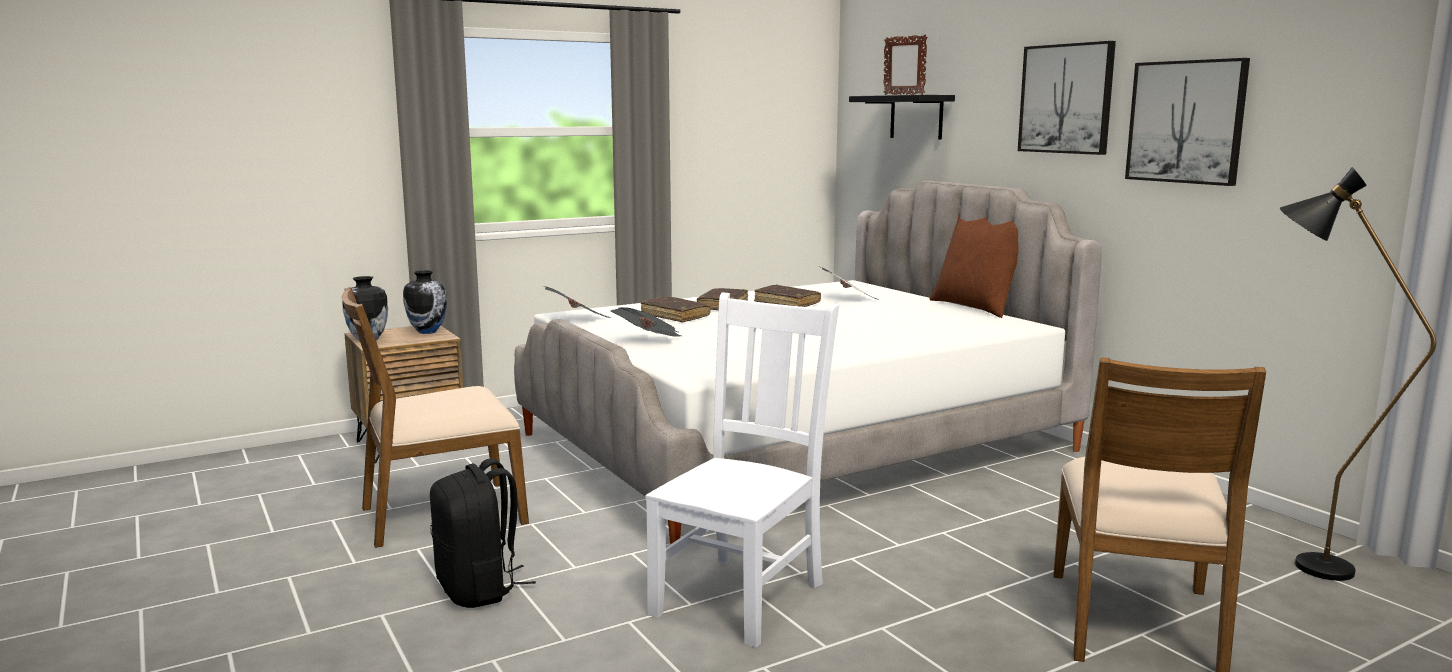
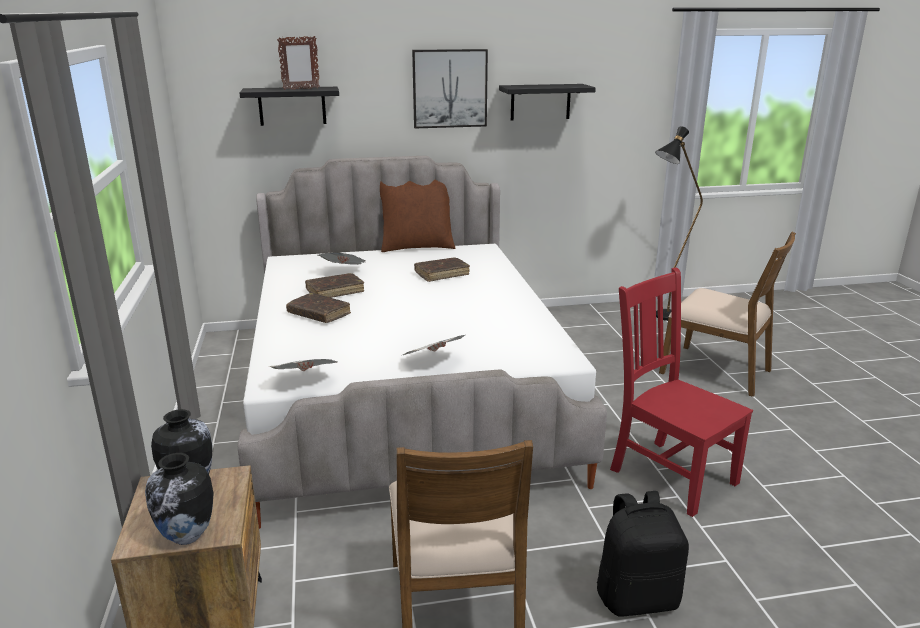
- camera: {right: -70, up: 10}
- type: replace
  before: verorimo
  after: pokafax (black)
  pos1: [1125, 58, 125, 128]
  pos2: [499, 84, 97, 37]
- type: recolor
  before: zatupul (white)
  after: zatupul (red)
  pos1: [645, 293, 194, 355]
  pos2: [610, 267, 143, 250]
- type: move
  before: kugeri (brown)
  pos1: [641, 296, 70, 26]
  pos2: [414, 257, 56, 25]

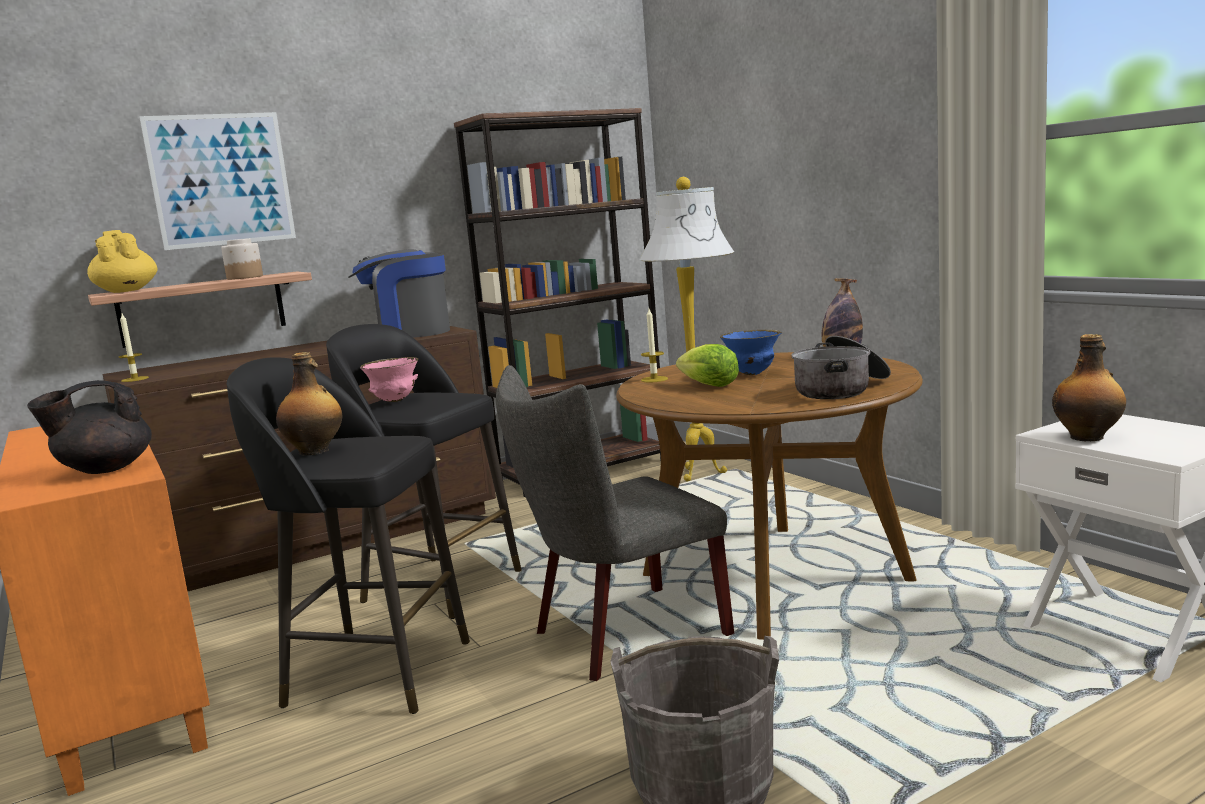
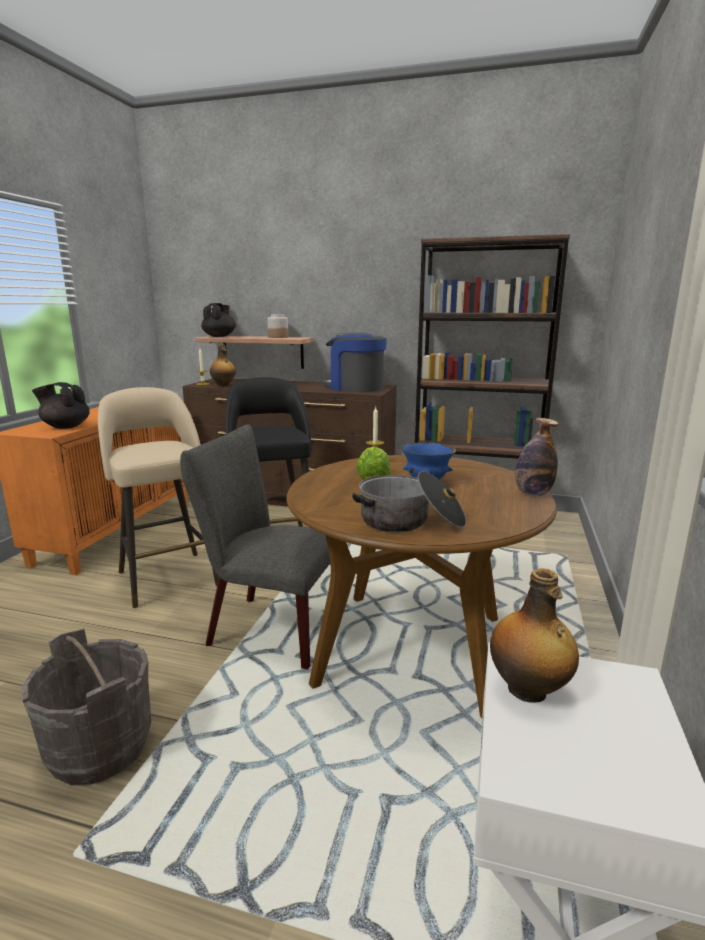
- camera: {right: 45, up: 5}
- type: delete
  before: verorimo
  pos1: [139, 112, 157, 138]
- type: delete
  before: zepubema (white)
  pos1: [640, 177, 94, 305]
- type: recolor
  before: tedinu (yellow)
  after: tedinu (black)
  pos1: [87, 230, 71, 63]
  pos2: [201, 303, 35, 34]
- type: move
  before: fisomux
  pos1: [276, 352, 66, 104]
  pos2: [210, 344, 26, 43]
- type: recolor
  before: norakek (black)
  after: norakek (beige)
  pos1: [227, 357, 243, 357]
  pos2: [98, 387, 121, 221]
- type: delete
  before: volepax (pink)
  pos1: [360, 357, 58, 45]

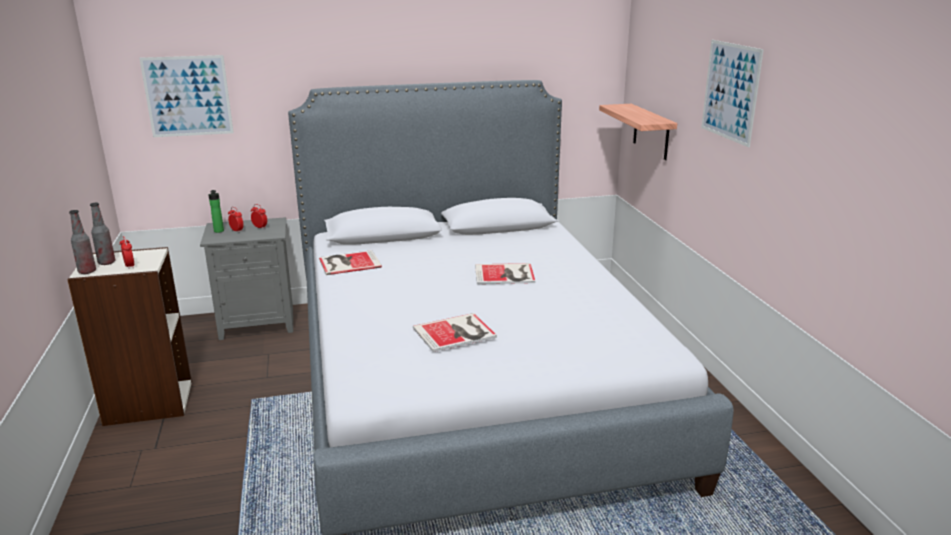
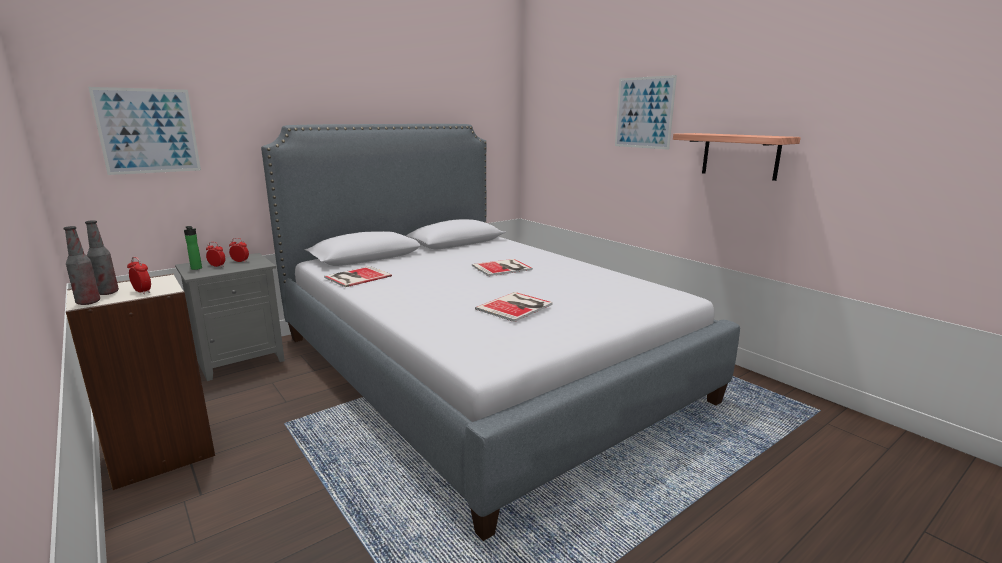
- camera: {right: -25, up: -5}
- type: move
  before: pokafax
  pos1: [599, 104, 78, 56]
  pos2: [673, 133, 128, 48]

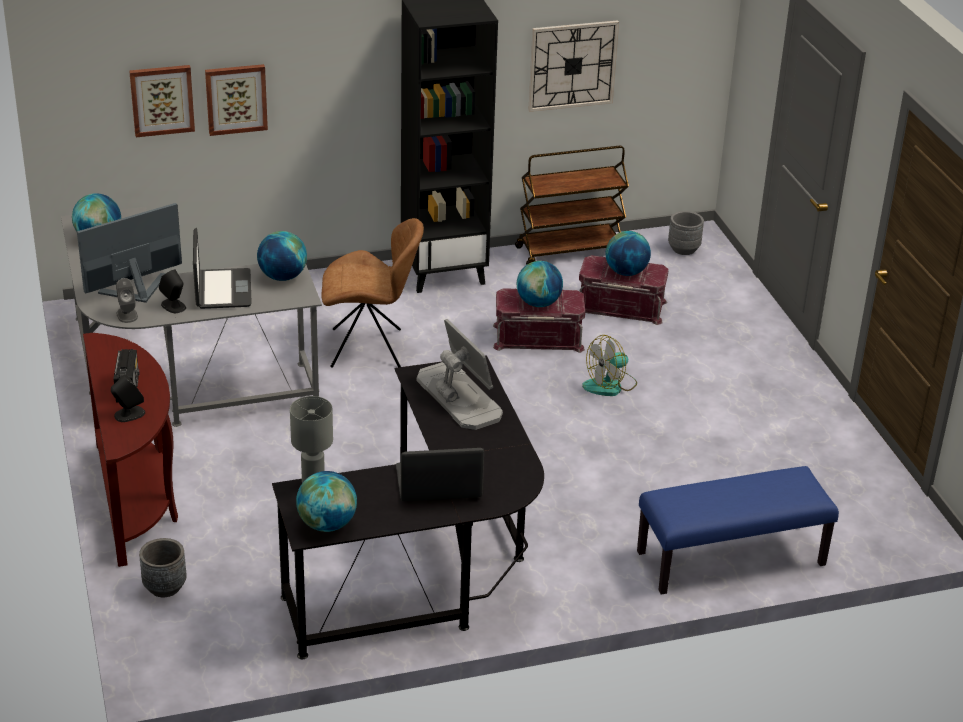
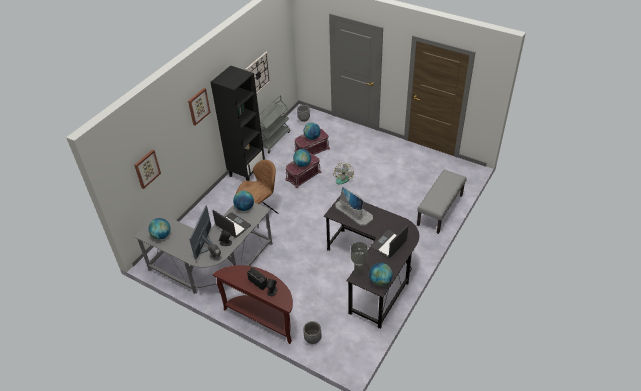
- camera: {right: -40, up: 10}
- type: move
  before: verorimo
  pos1: [205, 64, 63, 72]
  pos2: [188, 88, 23, 37]
- type: recolor
  before: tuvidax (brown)
  after: tuvidax (grey)
  pos1: [515, 145, 114, 120]
  pos2: [259, 95, 31, 58]
- type: rotate
  before: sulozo
  pos1: [416, 319, 87, 111]
  pos2: [336, 187, 37, 39]
  turn: -150
- type: recolor
  before: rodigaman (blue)
  after: rodigaman (grey)
  pos1: [637, 466, 202, 128]
  pos2: [417, 170, 50, 64]

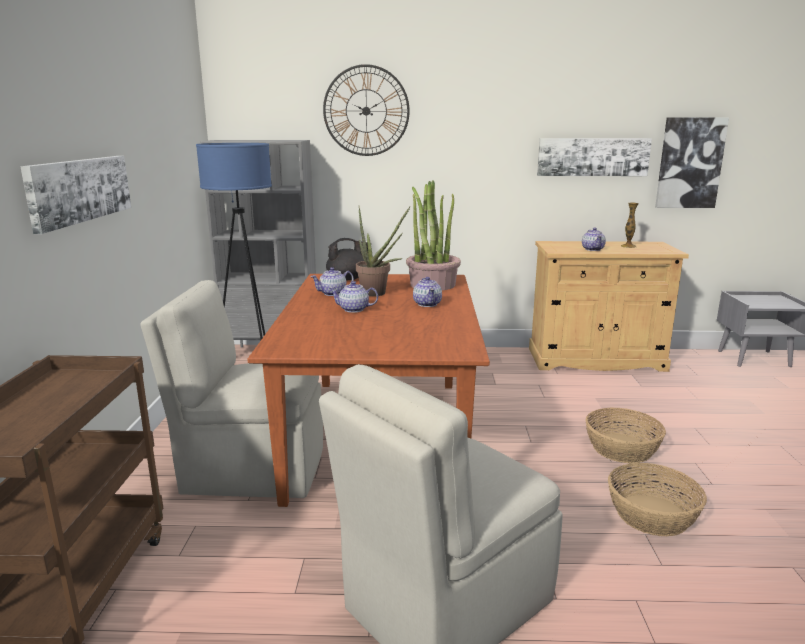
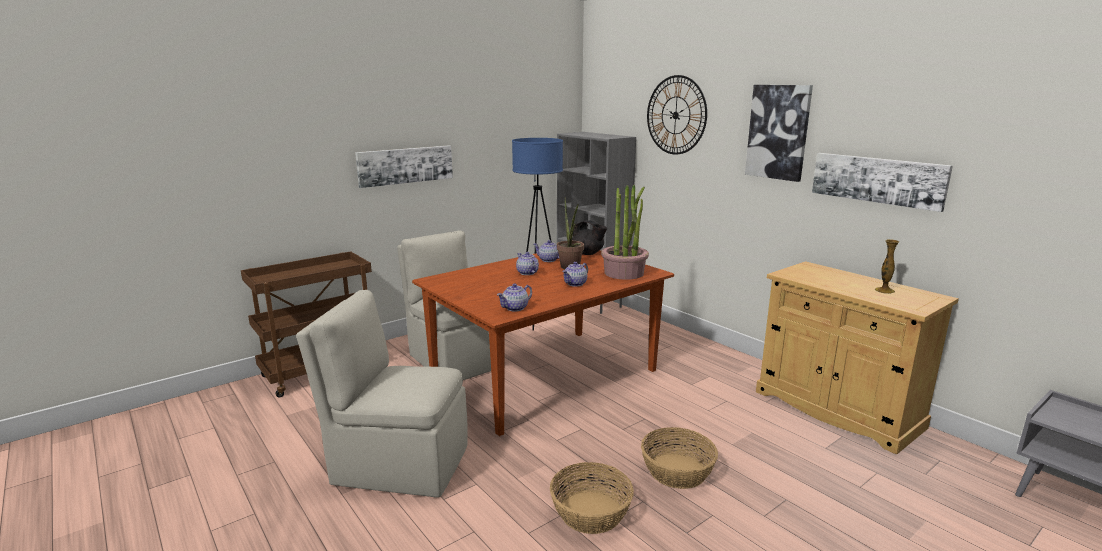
- camera: {right: 50, up: 0}
- type: move
  before: verorimo
  pos1: [655, 118, 74, 90]
  pos2: [745, 85, 68, 97]
- type: move
  before: tedinu
  pos1: [582, 228, 24, 23]
  pos2: [497, 284, 35, 28]

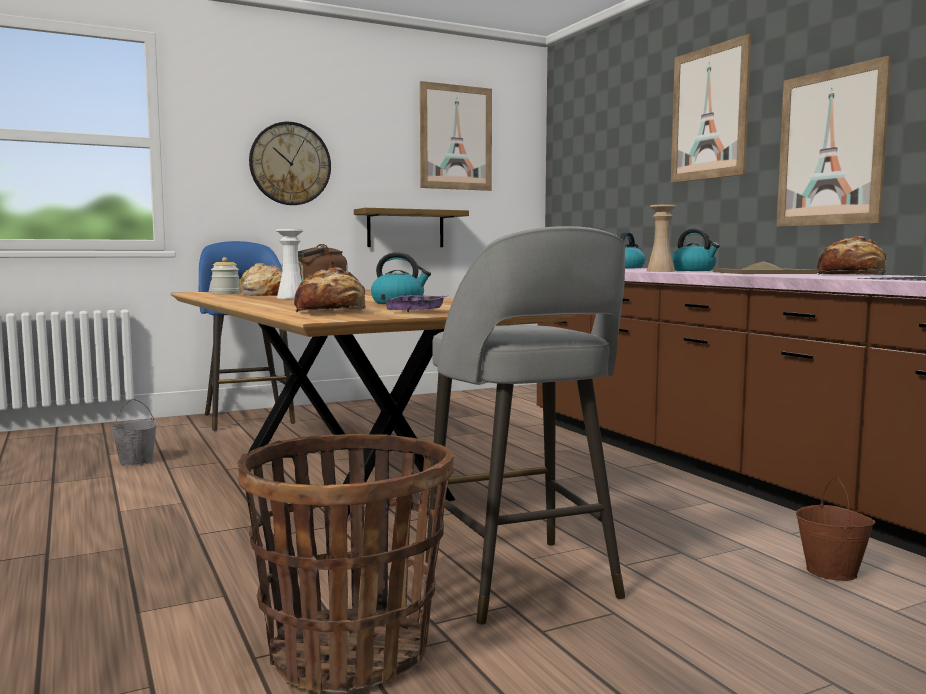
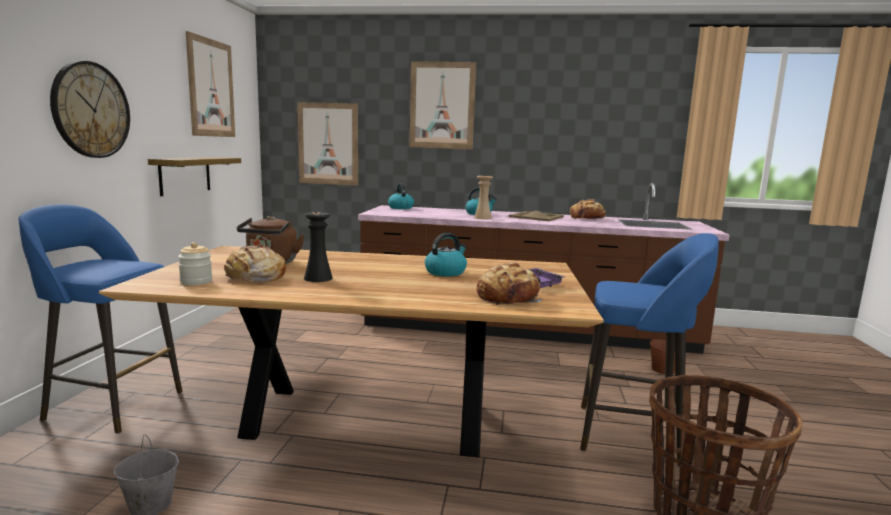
- camera: {right: -55, up: 5}
- type: move
  before: verorimo
  pos1: [777, 56, 115, 171]
  pos2: [297, 102, 61, 84]
- type: recolor
  before: norakek (grey)
  after: norakek (blue)
  pos1: [425, 226, 200, 399]
  pos2: [580, 233, 139, 233]
- type: recolor
  before: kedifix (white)
  after: kedifix (black)
  pos1: [276, 229, 27, 70]
  pos2: [304, 212, 29, 70]

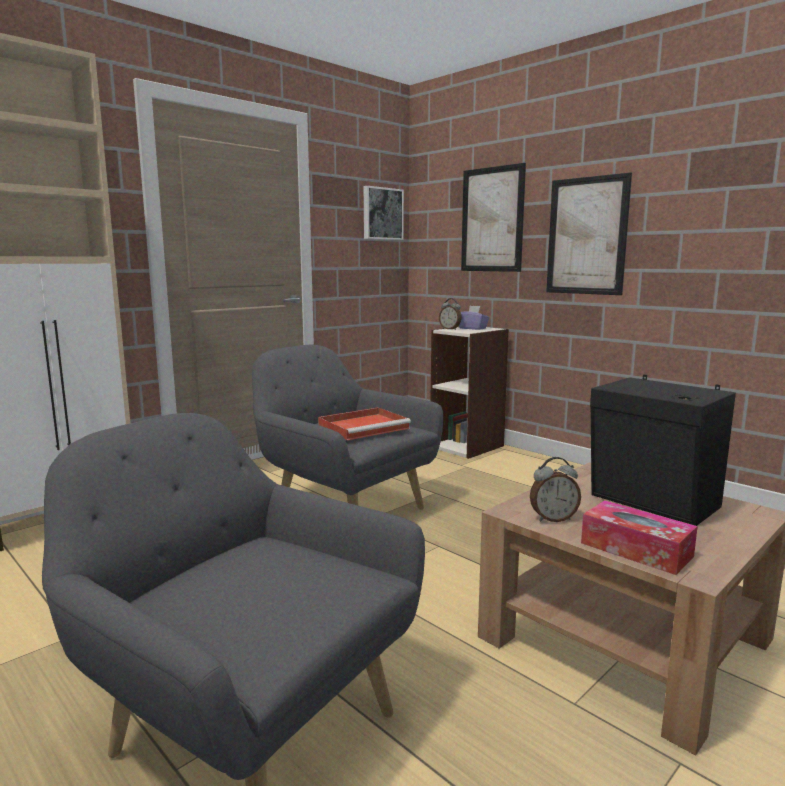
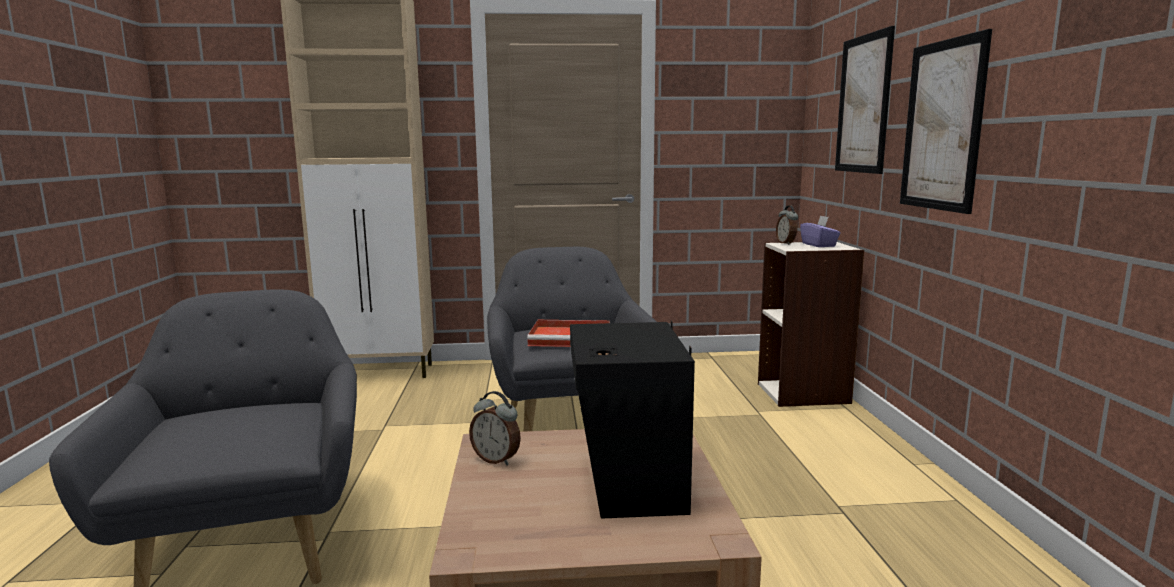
- camera: {right: 40, up: 0}
- type: delete
  before: verorimo
  pos1: [364, 186, 40, 54]
- type: delete
  before: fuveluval
  pos1: [581, 500, 117, 75]

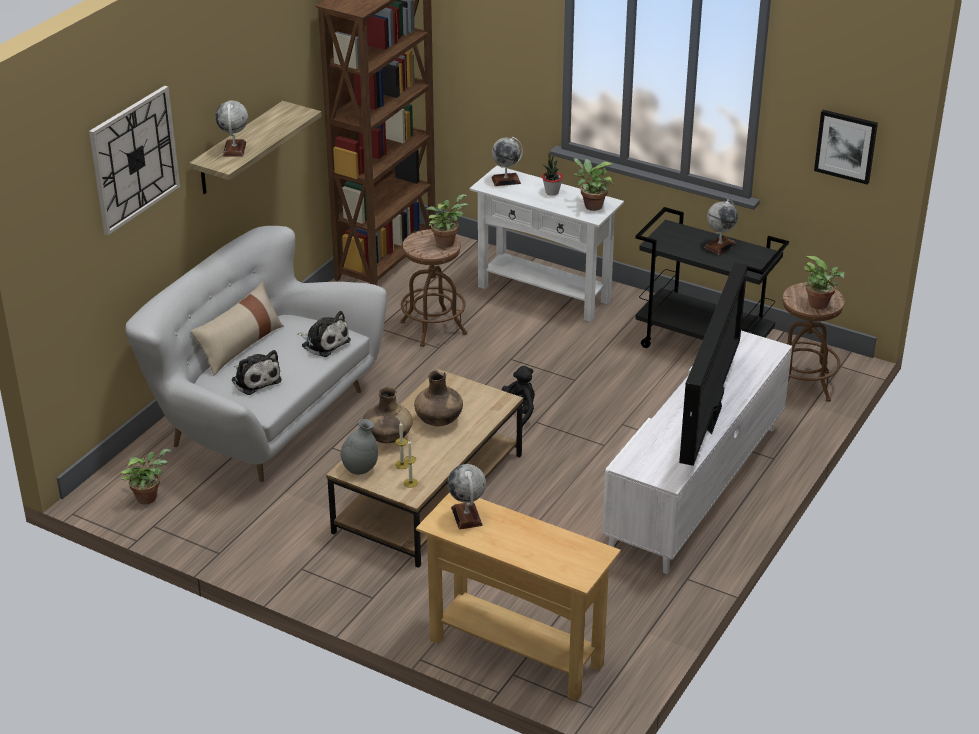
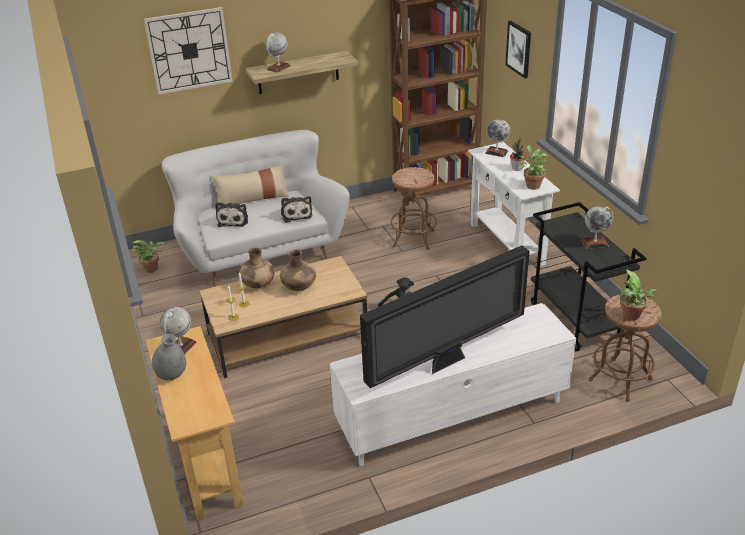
- camera: {right: 40, up: 0}
- type: move
  before: verorimo
  pos1: [814, 110, 64, 75]
  pos2: [505, 21, 26, 57]
- type: delete
  before: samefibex
  pos1: [426, 194, 42, 54]
- type: move
  before: kedifix (grey)
  pos1: [341, 419, 37, 56]
  pos2: [152, 334, 34, 47]

